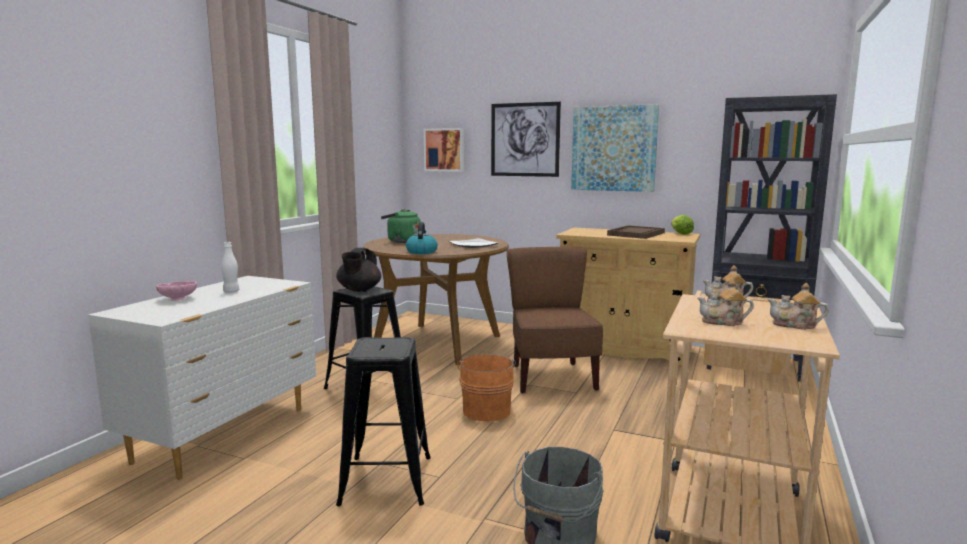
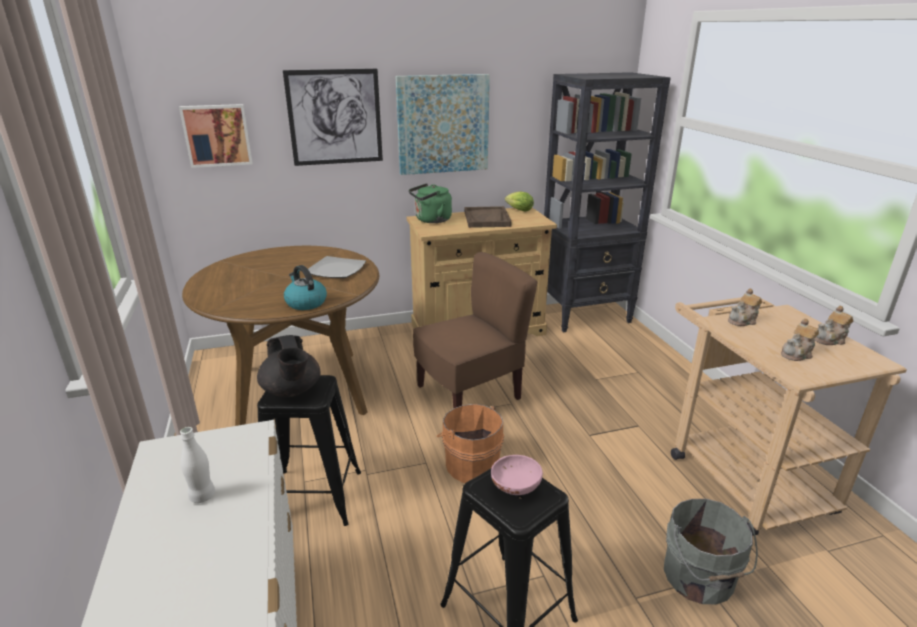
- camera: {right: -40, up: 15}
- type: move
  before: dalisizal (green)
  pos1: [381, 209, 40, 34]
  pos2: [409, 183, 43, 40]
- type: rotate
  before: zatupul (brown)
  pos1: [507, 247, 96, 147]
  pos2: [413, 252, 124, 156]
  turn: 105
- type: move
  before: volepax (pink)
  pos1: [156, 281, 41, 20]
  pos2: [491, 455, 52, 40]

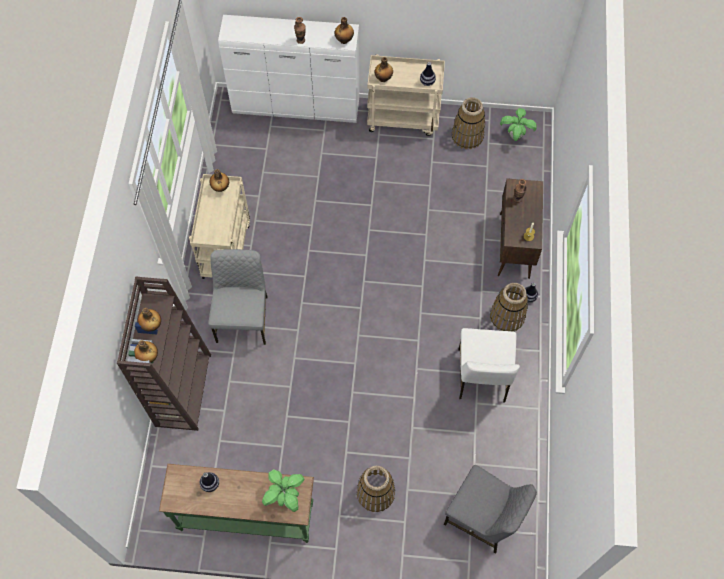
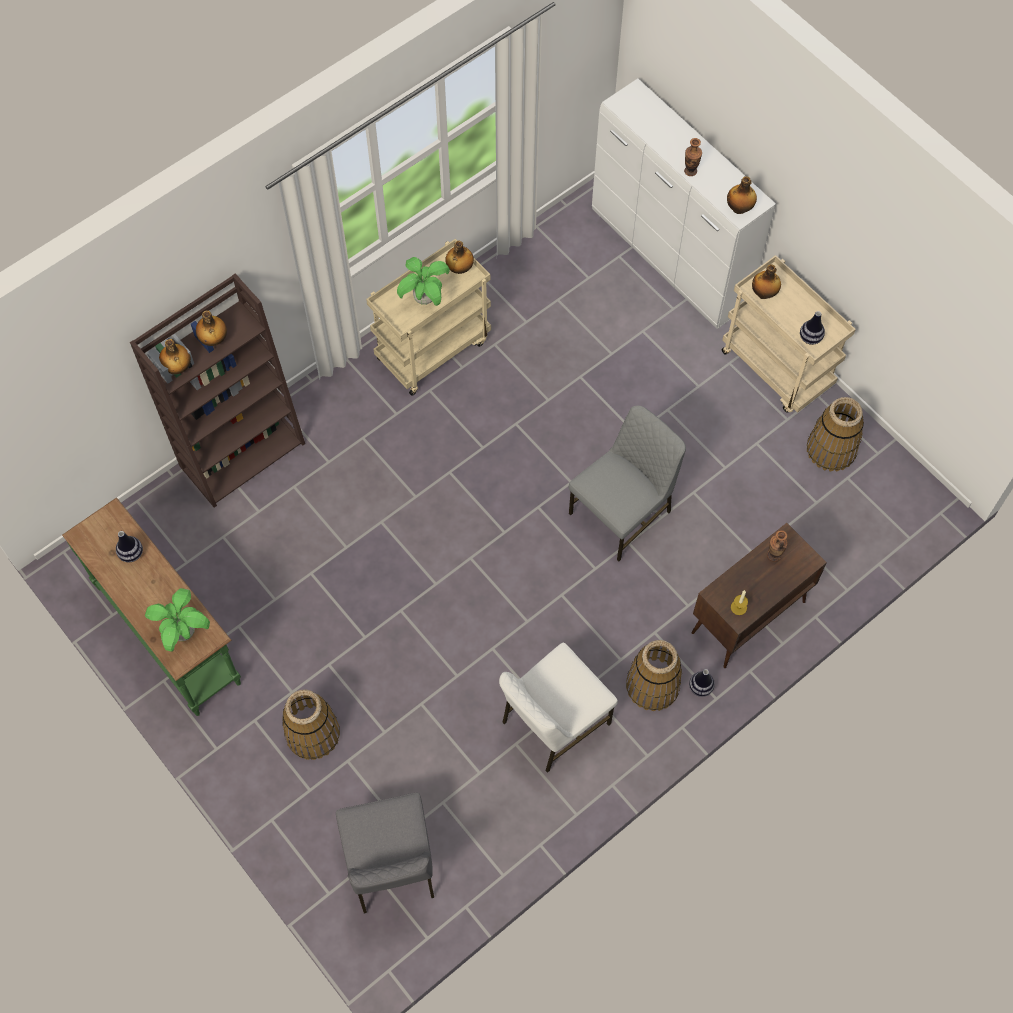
- camera: {right: 45, up: 0}
- type: move
  before: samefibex
  pos1: [500, 108, 37, 33]
  pos2: [397, 257, 53, 49]
- type: move
  before: zatupul (grey)
  pos1: [208, 249, 60, 96]
  pos2: [569, 406, 117, 156]

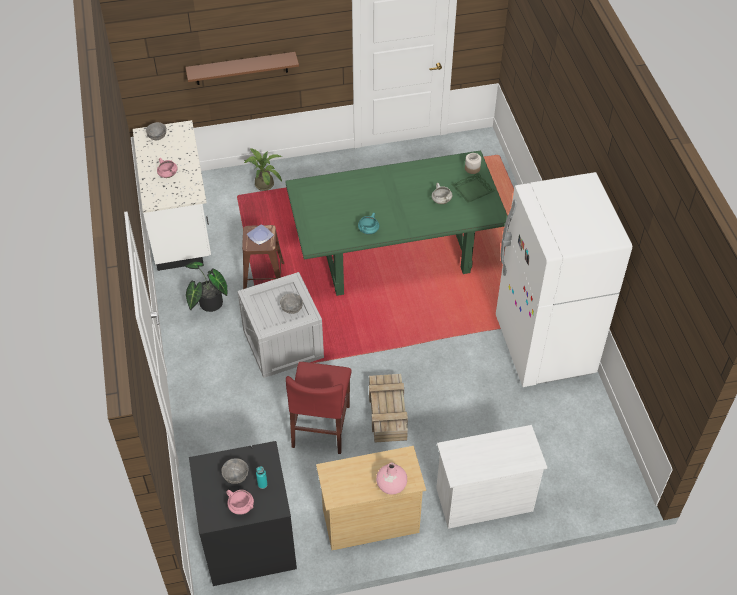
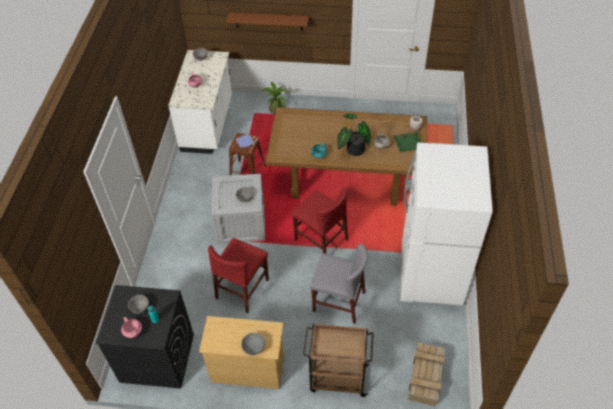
- camera: {right: 20, up: 0}
- type: recolor
  before: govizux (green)
  after: govizux (brown)
  pos1: [285, 150, 223, 146]
  pos2: [265, 107, 162, 99]
- type: move
  before: samefibex
  pos1: [185, 262, 42, 50]
  pos2: [337, 114, 34, 42]
- type: move
  before: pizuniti
  pos1: [369, 374, 39, 69]
  pos2: [408, 343, 37, 63]
- type: replace
  before: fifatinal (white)
  after: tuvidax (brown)
  pos1: [436, 425, 111, 104]
  pos2: [303, 323, 71, 74]
- type: replace
  before: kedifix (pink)
  after: volepax (grey)
  pos1: [376, 462, 31, 32]
  pos2: [241, 333, 24, 22]
- type: insert
  after: zatupul (red)
  pos2: [291, 188, 57, 66]
- type: insert
  after: zatupul (grey)
  pos2: [310, 244, 58, 79]

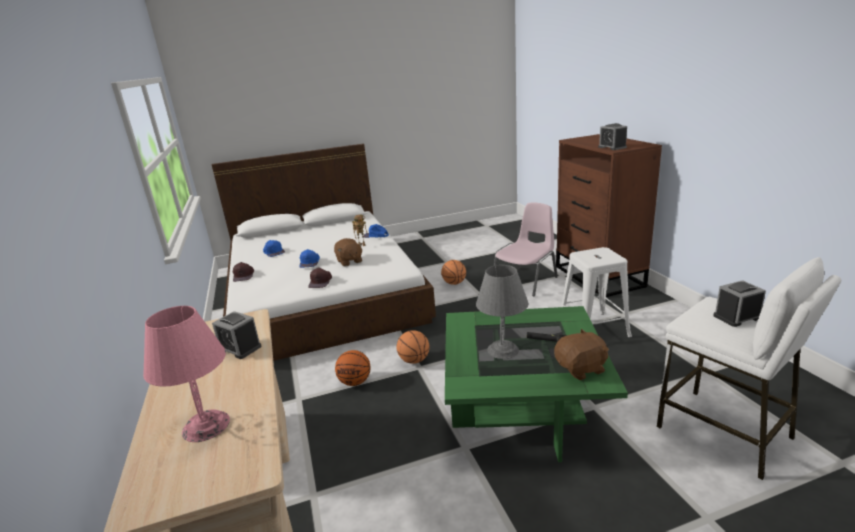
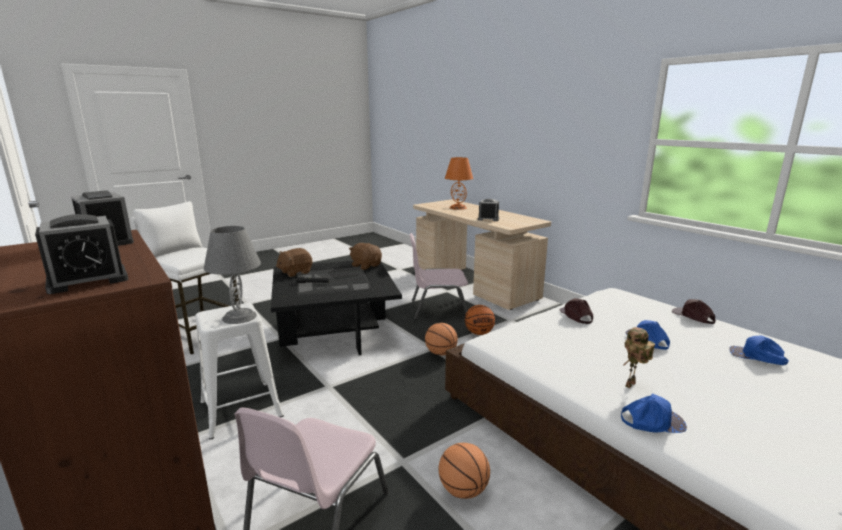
- camera: {right: 160, up: -5}
- type: move
  before: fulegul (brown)
  pos1: [334, 238, 28, 28]
  pos2: [349, 243, 33, 27]
- type: move
  before: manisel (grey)
  pos1: [476, 265, 53, 94]
  pos2: [203, 226, 58, 98]
- type: move
  before: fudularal
  pos1: [713, 280, 53, 47]
  pos2: [35, 214, 93, 80]
- type: recolor
  before: manisel (pink)
  after: manisel (orange)
  pos1: [143, 306, 87, 136]
  pos2: [445, 157, 28, 53]
- type: recolor
  before: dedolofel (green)
  after: dedolofel (black)
  pos1: [445, 306, 183, 156]
  pos2: [271, 261, 131, 94]
- type: insert
  after: zatupul (pink)
  pos2: [409, 233, 59, 87]

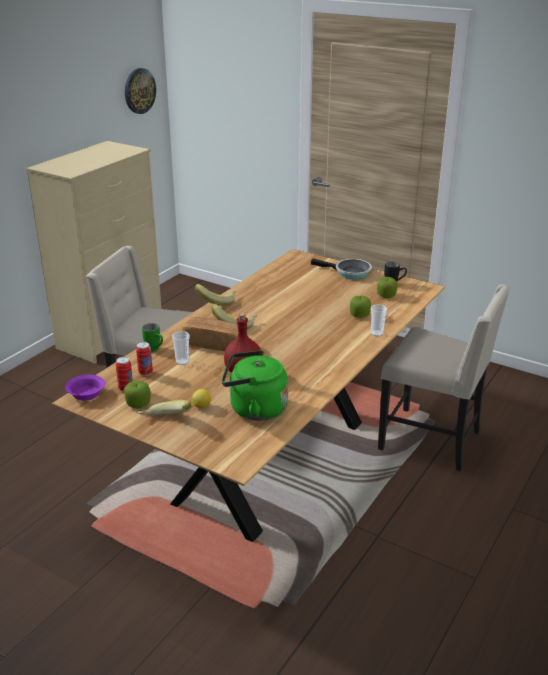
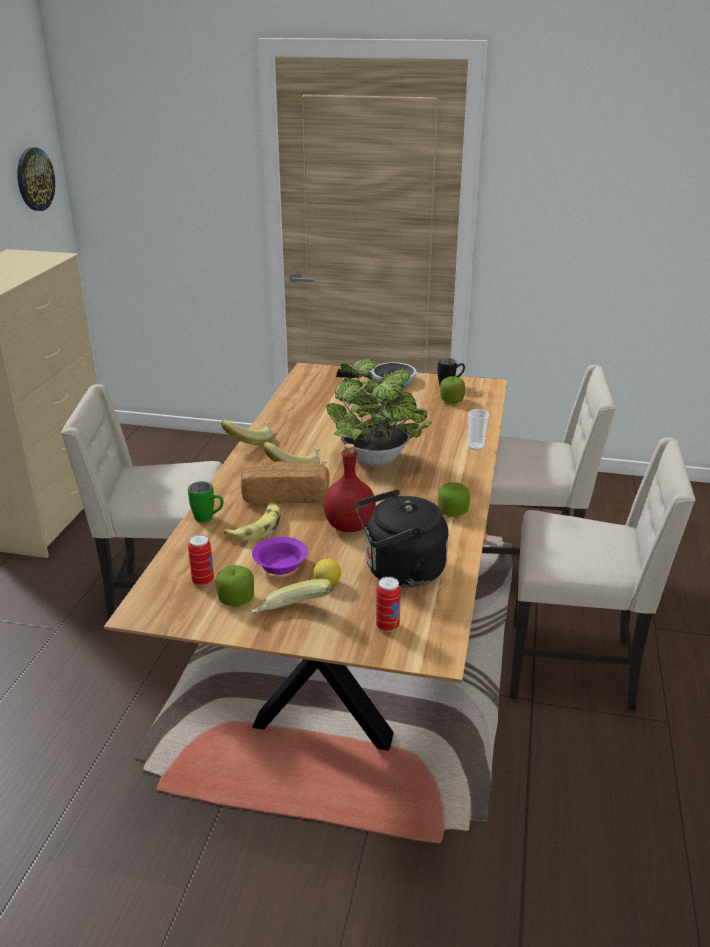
- camera: {right: -20, up: 0}
- type: move
  before: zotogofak
  pos1: [350, 296, 21, 22]
  pos2: [438, 482, 32, 35]
- type: replace
  before: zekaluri
  after: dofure
  pos1: [172, 331, 18, 34]
  pos2: [224, 503, 57, 38]
- type: move
  before: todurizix
  pos1: [136, 342, 17, 34]
  pos2: [376, 577, 25, 55]
- type: recolor
  before: dalisizal (green)
  after: dalisizal (black)
  pos1: [222, 350, 66, 71]
  pos2: [355, 489, 93, 98]
- type: move
  before: volepax (purple)
  pos1: [65, 375, 40, 26]
  pos2: [252, 537, 56, 38]
- type: insert
  after: samefibex
  pos2: [326, 359, 106, 107]
- type: insert
  after: zatupul (beige)
  pos2: [509, 437, 187, 274]

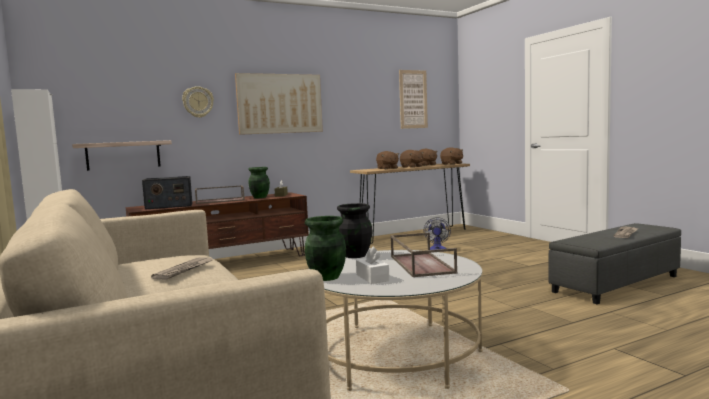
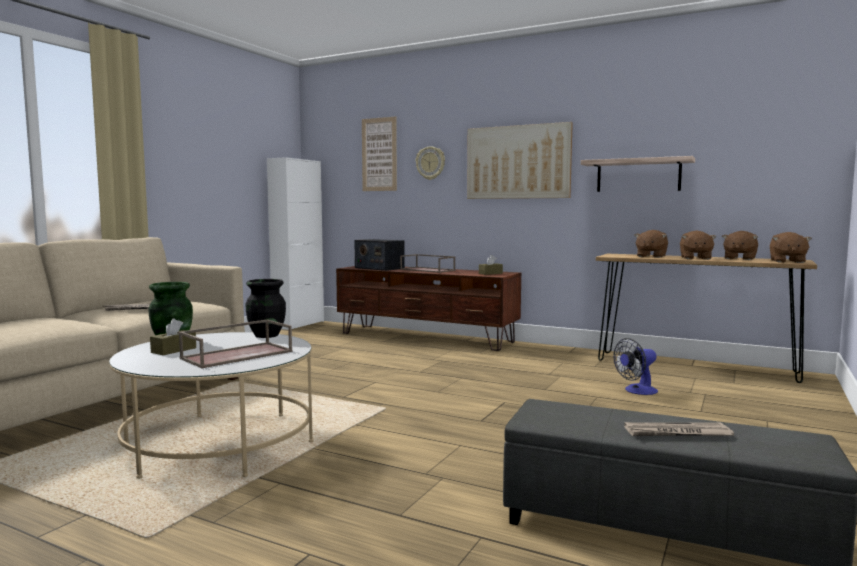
- camera: {right: 55, up: 0}
- type: move
  before: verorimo
  pos1: [399, 70, 29, 59]
  pos2: [362, 116, 35, 75]
- type: move
  before: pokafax
  pos1: [72, 140, 100, 31]
  pos2: [581, 156, 114, 36]
- type: delete
  before: kedifix (green)
  pos1: [248, 167, 22, 31]
- type: recolor
  before: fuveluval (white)
  after: fuveluval (brown)
  pos1: [356, 247, 34, 37]
  pos2: [150, 318, 46, 37]

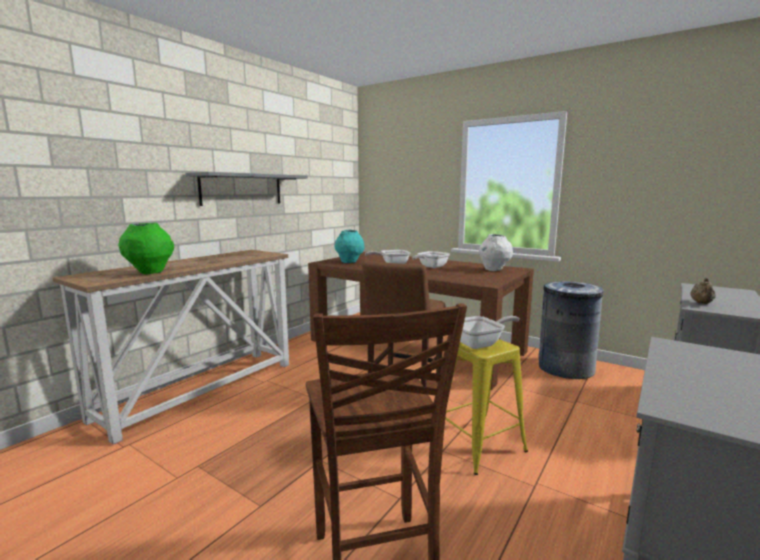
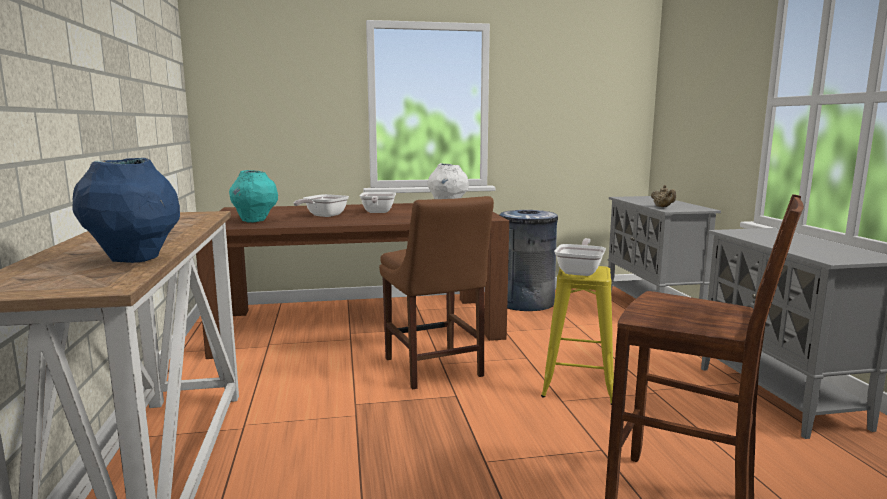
- camera: {right: -45, up: 0}
- type: delete
  before: pokafax (grey)
  pos1: [185, 172, 123, 34]
- type: recolor
  before: kedifix (green)
  after: kedifix (blue)
  pos1: [118, 223, 56, 51]
  pos2: [73, 158, 107, 105]

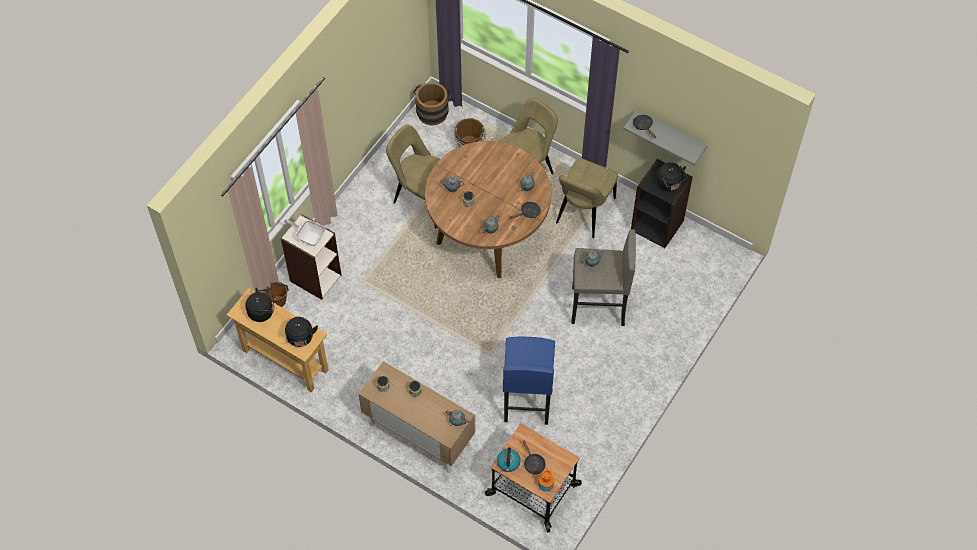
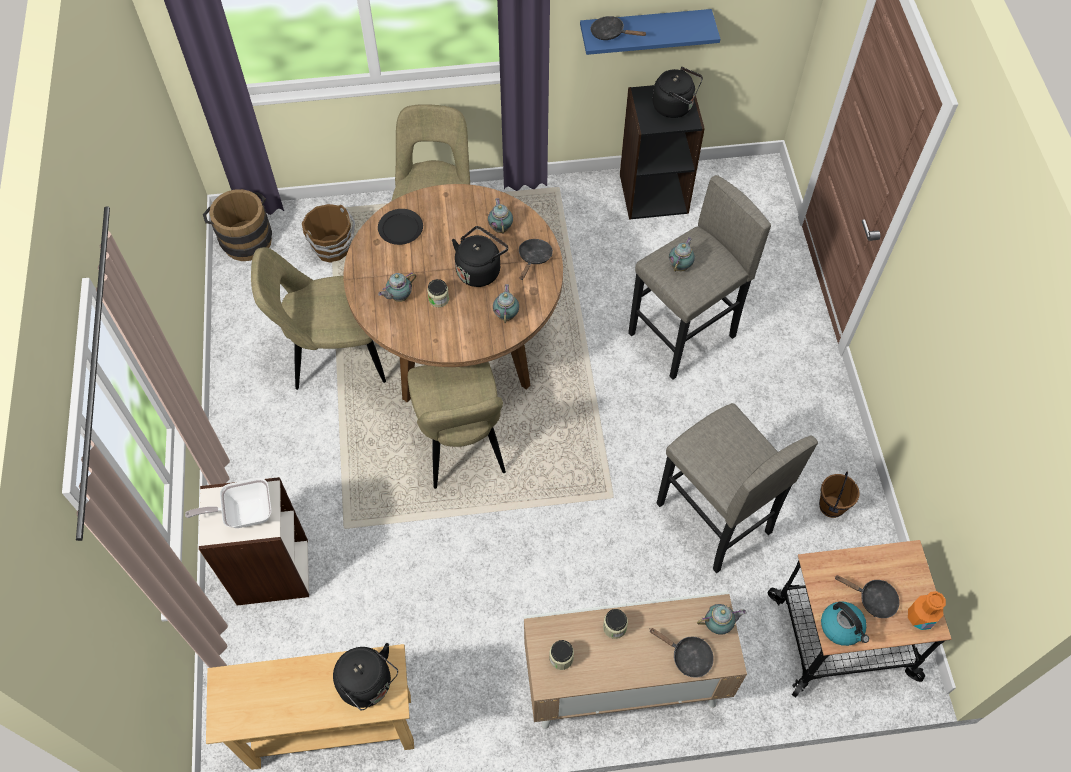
- camera: {right: -40, up: 0}
- type: recolor
  before: pokafax (grey)
  after: pokafax (blue)
  pos1: [623, 110, 84, 55]
  pos2: [580, 9, 140, 46]
- type: move
  before: zatupul (beige)
  pos1: [556, 158, 62, 80]
  pos2: [408, 362, 98, 127]
- type: move
  before: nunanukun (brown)
  pos1: [265, 282, 24, 25]
  pos2: [819, 472, 41, 46]
- type: move
  before: dalisizal (black)
  pos1: [245, 288, 29, 34]
  pos2: [452, 226, 56, 61]
- type: recolor
  before: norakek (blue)
  after: norakek (grey)
  pos1: [503, 337, 52, 88]
  pos2: [657, 403, 161, 170]
- type: insert
  after: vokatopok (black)
  pos2: [378, 209, 45, 36]
- type: insert
  after: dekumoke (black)
  pos2: [649, 628, 65, 50]

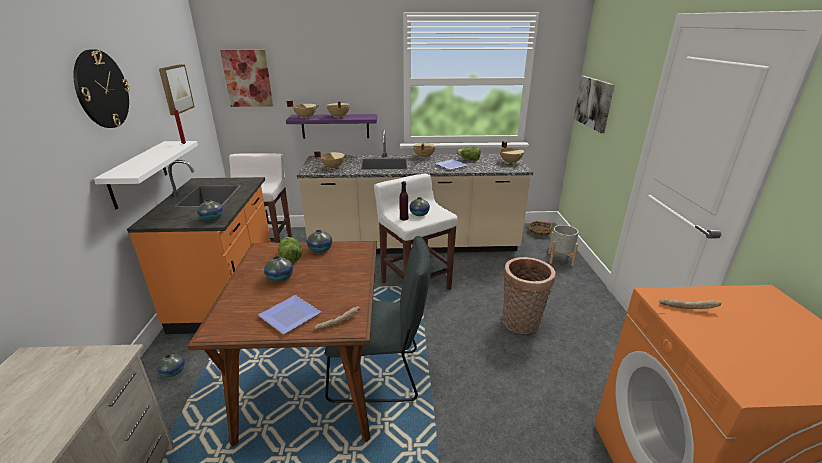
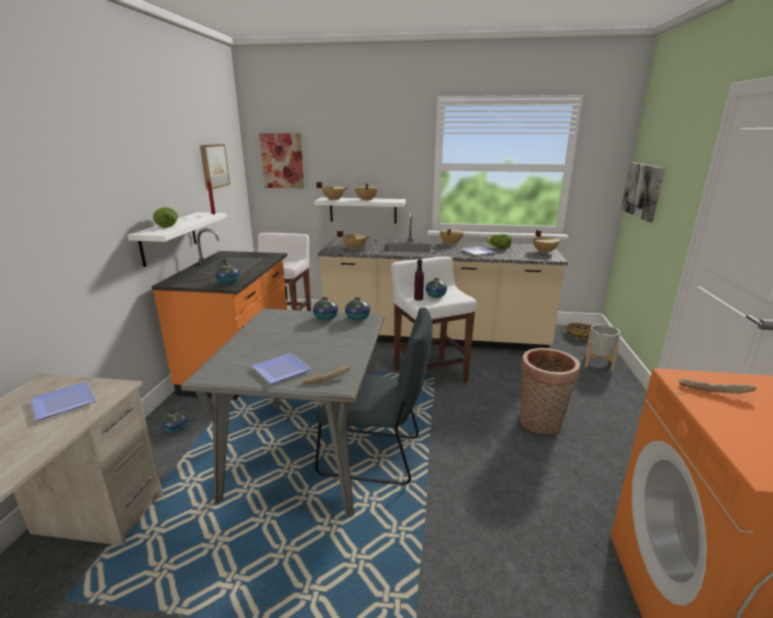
- camera: {right: 10, up: -5}
- type: delete
  before: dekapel
  pos1: [74, 49, 56, 79]
- type: recolor
  before: pokafax (purple)
  after: pokafax (white)
  pos1: [286, 114, 91, 25]
  pos2: [314, 197, 92, 26]
- type: move
  before: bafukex
  pos1: [278, 237, 25, 26]
  pos2: [153, 207, 25, 21]
- type: recolor
  before: govizux (brown)
  after: govizux (grey)
  pos1: [187, 241, 190, 206]
  pos2: [181, 309, 204, 208]
- type: move
  before: kedifix
  pos1: [264, 256, 29, 26]
  pos2: [345, 297, 25, 24]
- type: insert
  after: vokatopok
  pos2: [30, 381, 67, 40]

